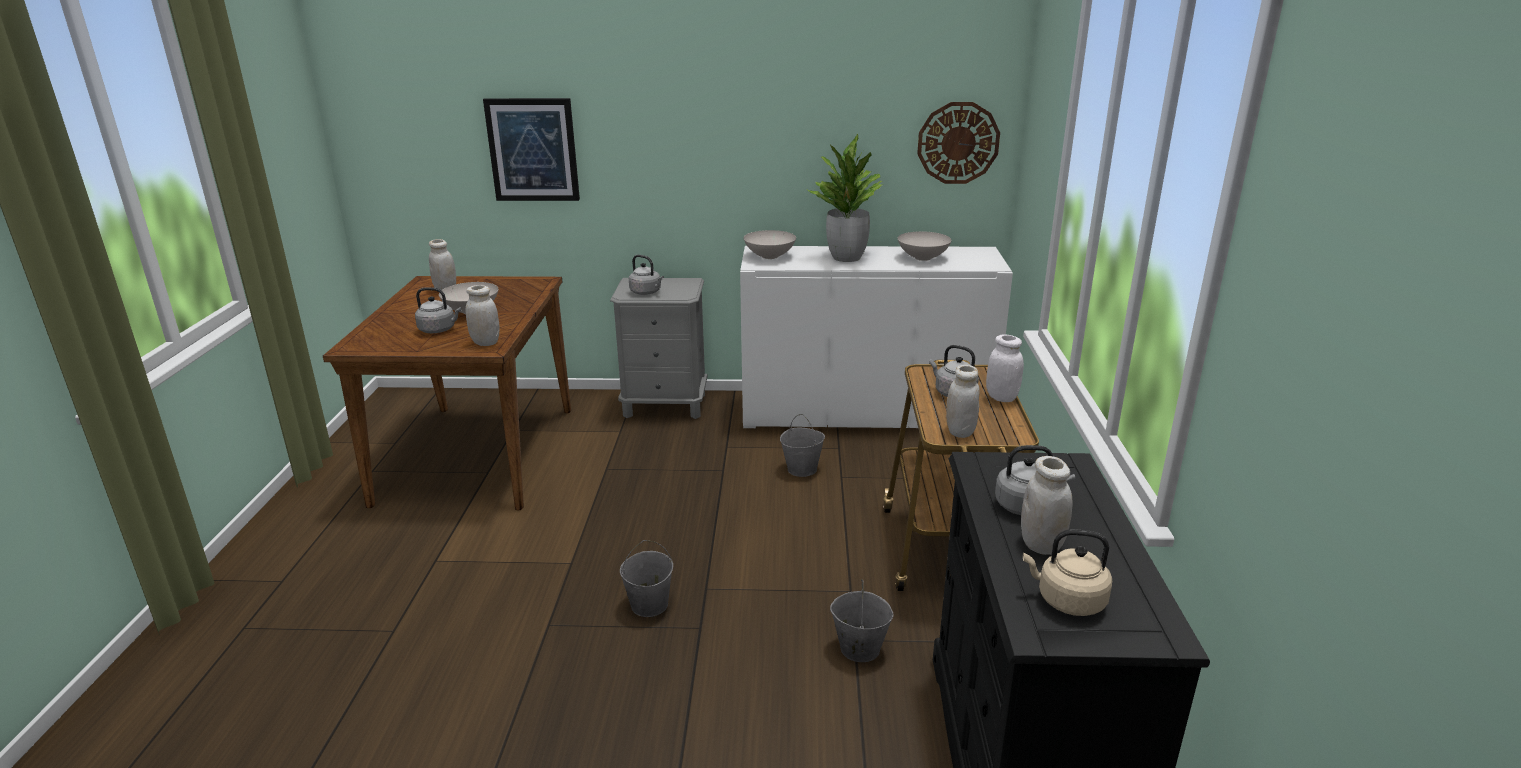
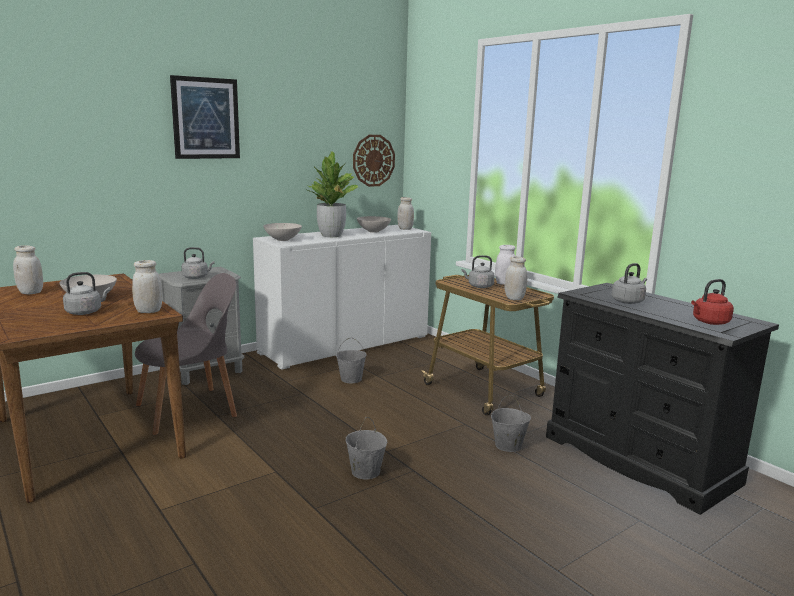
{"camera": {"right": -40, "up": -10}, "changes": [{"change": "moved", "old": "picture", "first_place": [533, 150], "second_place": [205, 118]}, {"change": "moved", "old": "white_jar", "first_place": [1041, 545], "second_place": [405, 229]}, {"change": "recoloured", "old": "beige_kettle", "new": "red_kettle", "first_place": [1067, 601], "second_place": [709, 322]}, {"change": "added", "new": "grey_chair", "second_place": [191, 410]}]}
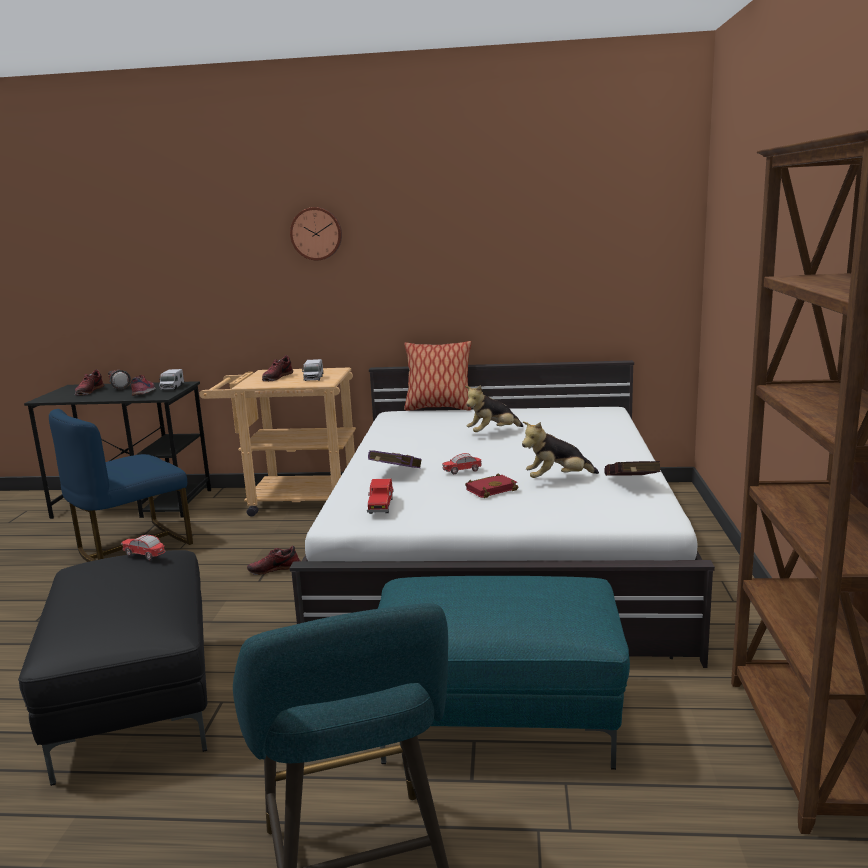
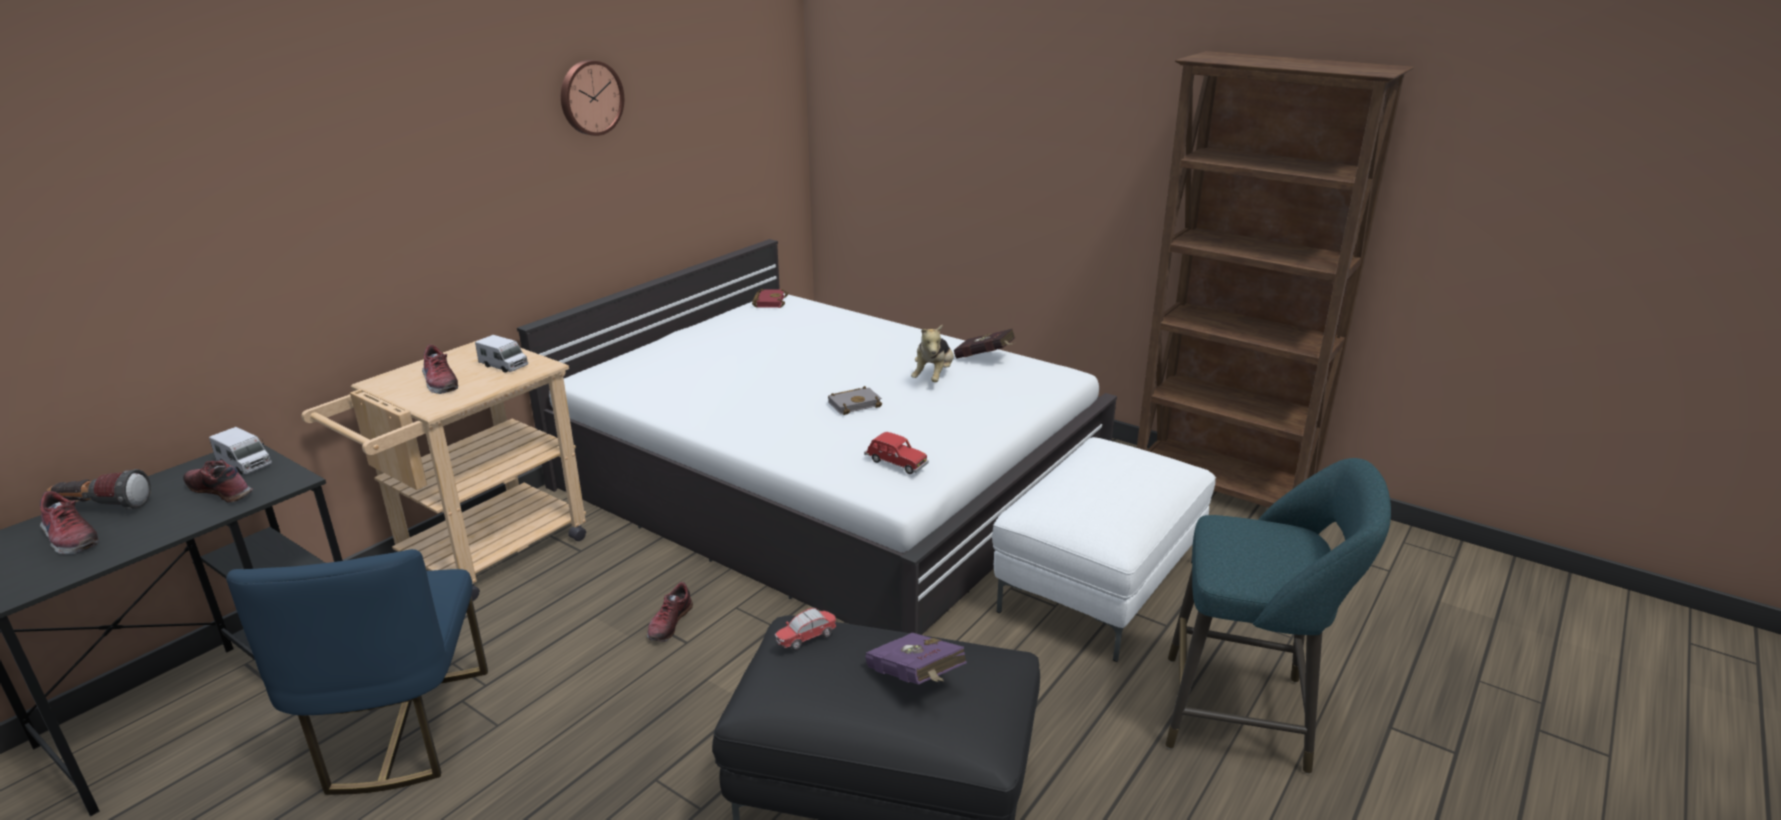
{"camera": {"right": -60, "up": 10}, "changes": [{"change": "moved", "old": "wall_clock", "first_place": [316, 233], "second_place": [590, 97]}, {"change": "removed", "old": "pillow", "first_place": [438, 408]}, {"change": "removed", "old": "plush_toy", "first_place": [492, 433]}, {"change": "moved", "old": "purple_book", "first_place": [394, 474], "second_place": [916, 680]}, {"change": "replaced", "old": "toy_car", "new": "grey_book", "first_place": [462, 471], "second_place": [855, 404]}, {"change": "moved", "old": "red_book", "first_place": [491, 489], "second_place": [769, 301]}, {"change": "recoloured", "old": "turquoise_ottoman", "new": "white_ottoman", "first_place": [498, 718], "second_place": [1098, 585]}]}
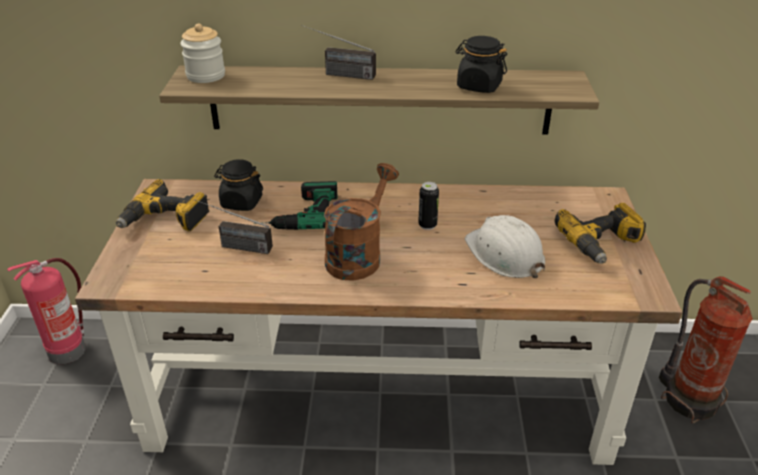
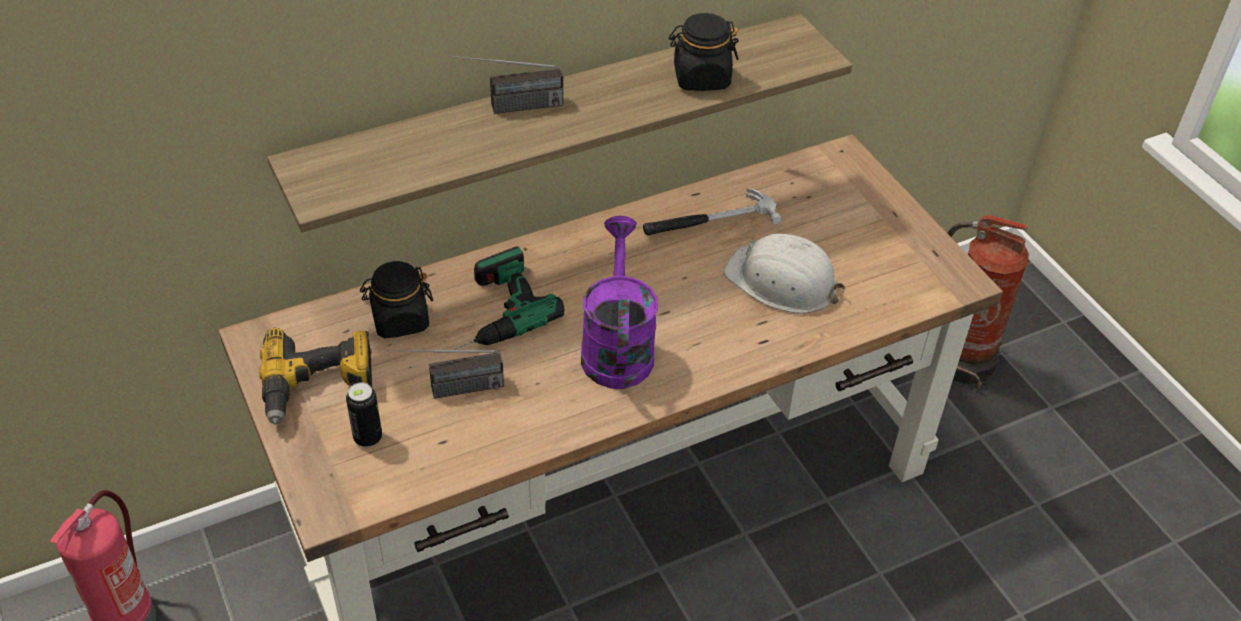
{"camera": {"right": -30, "up": 10}, "changes": [{"change": "removed", "old": "jar", "first_place": [206, 76]}, {"change": "recoloured", "old": "brown_watering_can", "new": "purple_watering_can", "first_place": [358, 255], "second_place": [616, 346]}, {"change": "moved", "old": "can", "first_place": [427, 225], "second_place": [368, 438]}, {"change": "removed", "old": "power_drill", "first_place": [602, 243]}, {"change": "added", "new": "hammer", "second_place": [709, 221]}]}
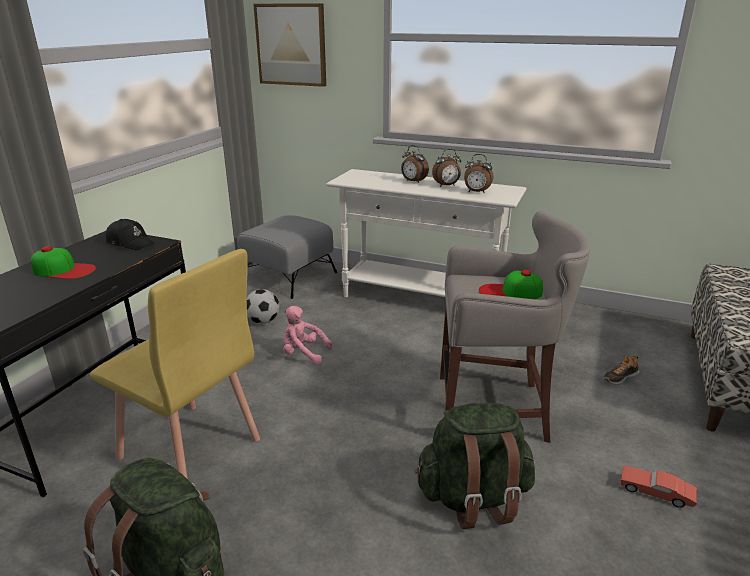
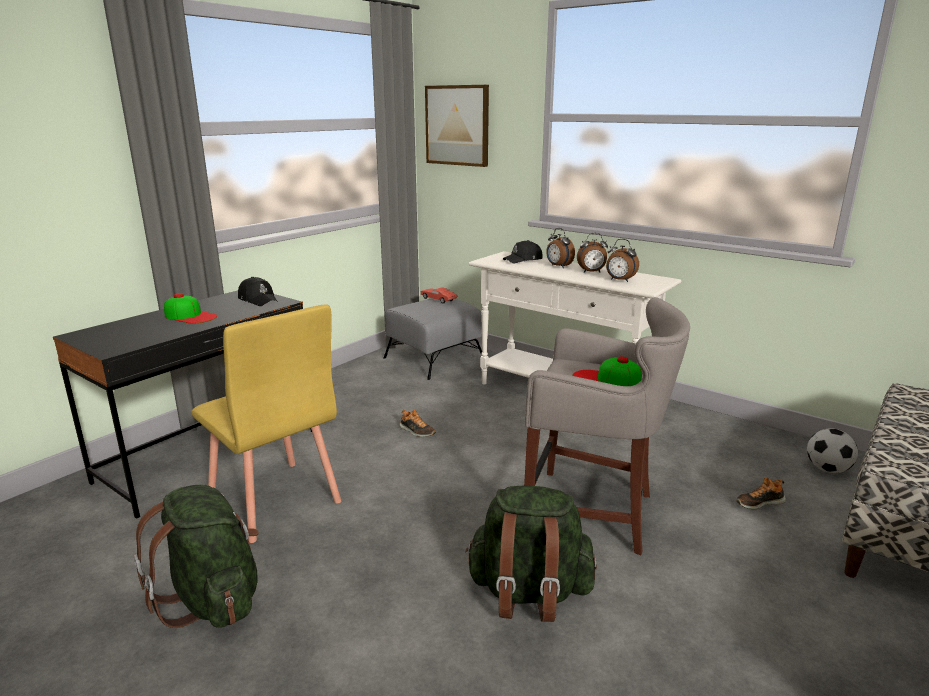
{"camera": {"right": 15, "up": -5}, "changes": [{"change": "moved", "old": "football", "first_place": [263, 321], "second_place": [827, 469]}, {"change": "replaced", "old": "pink_plush_toy", "new": "shoe", "first_place": [303, 353], "second_place": [416, 431]}, {"change": "moved", "old": "red_toy_car", "first_place": [656, 492], "second_place": [438, 300]}, {"change": "added", "new": "black_cap", "second_place": [523, 260]}]}
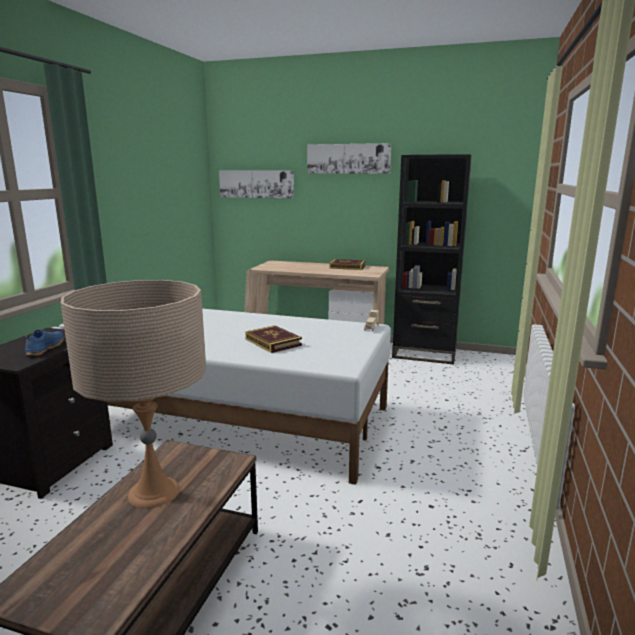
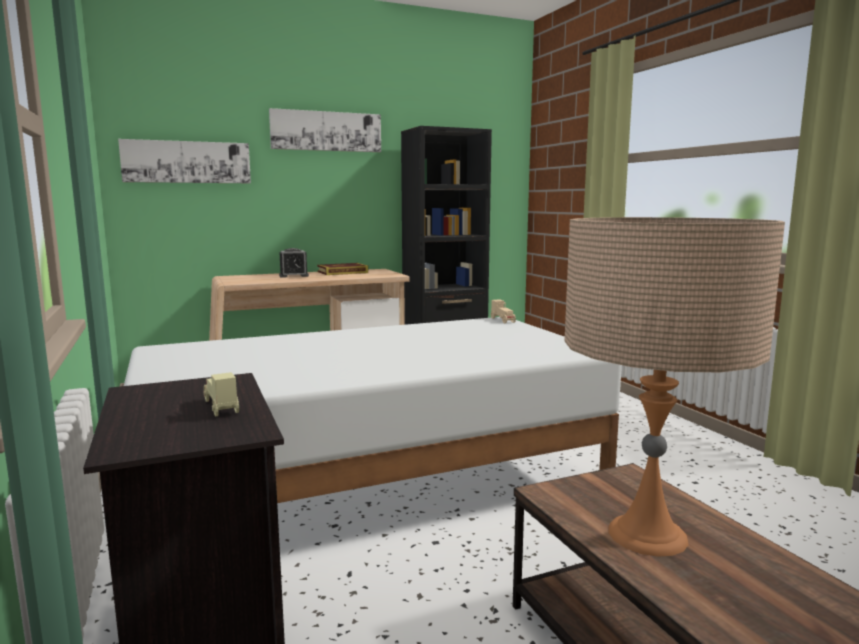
{"camera": {"right": -40, "up": -5}, "changes": [{"change": "removed", "old": "book", "first_place": [273, 342]}, {"change": "replaced", "old": "blue_shoe", "new": "beige_toy_car", "first_place": [44, 349], "second_place": [220, 407]}, {"change": "added", "new": "alarm_clock", "second_place": [293, 275]}]}
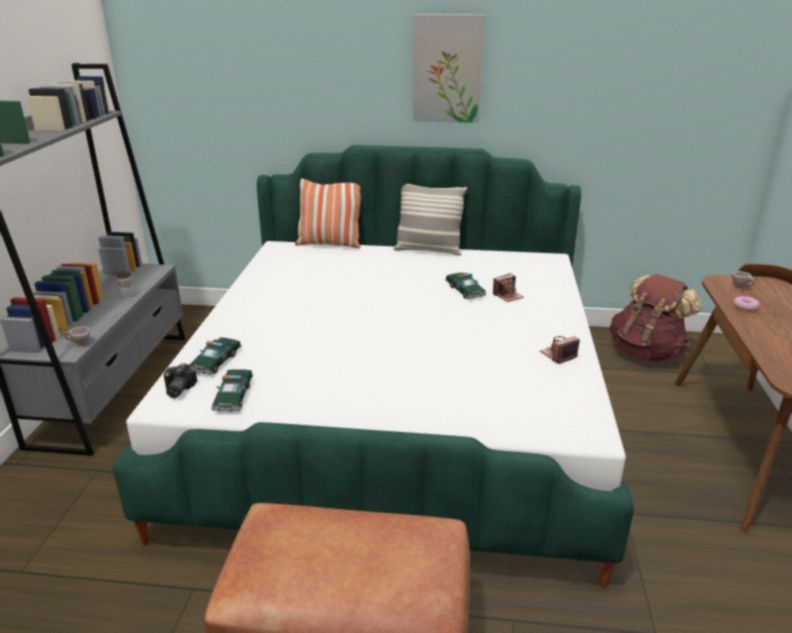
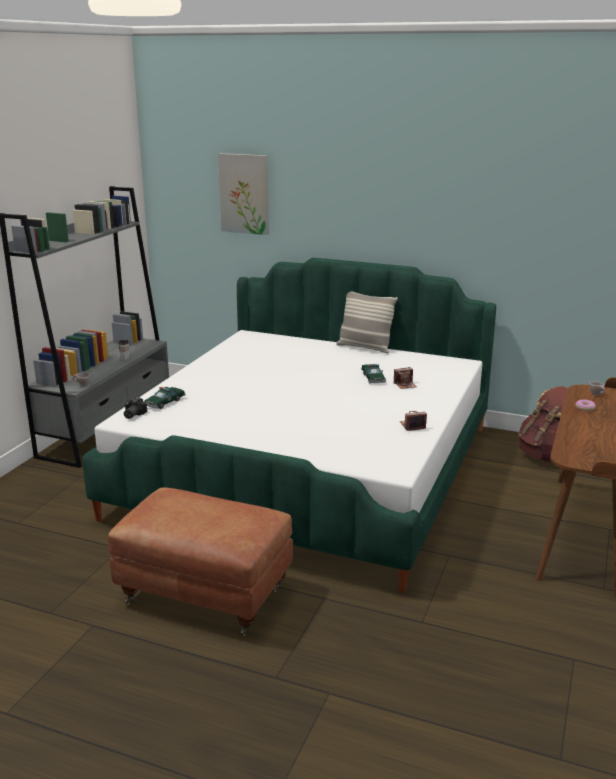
{"camera": {"right": 15, "up": -5}, "changes": [{"change": "moved", "old": "picture", "first_place": [447, 69], "second_place": [244, 194]}, {"change": "removed", "old": "pillow", "first_place": [329, 244]}, {"change": "removed", "old": "toy_car", "first_place": [233, 396]}]}
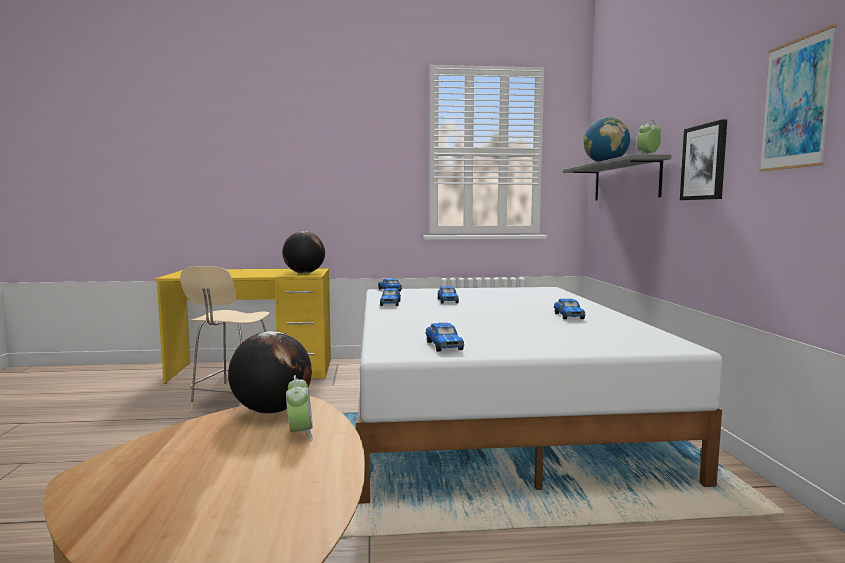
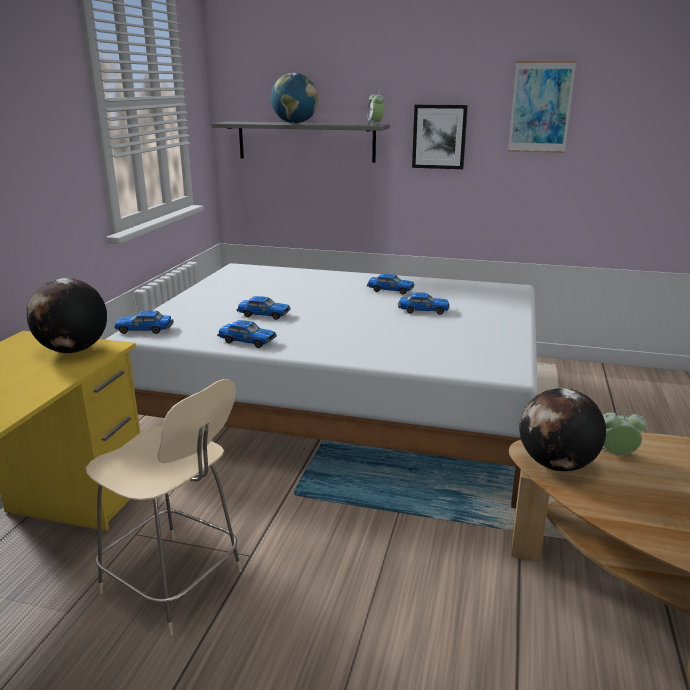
{"camera": {"right": -70, "up": 15}, "changes": [{"change": "moved", "old": "toy_car", "first_place": [443, 345], "second_place": [423, 310]}]}
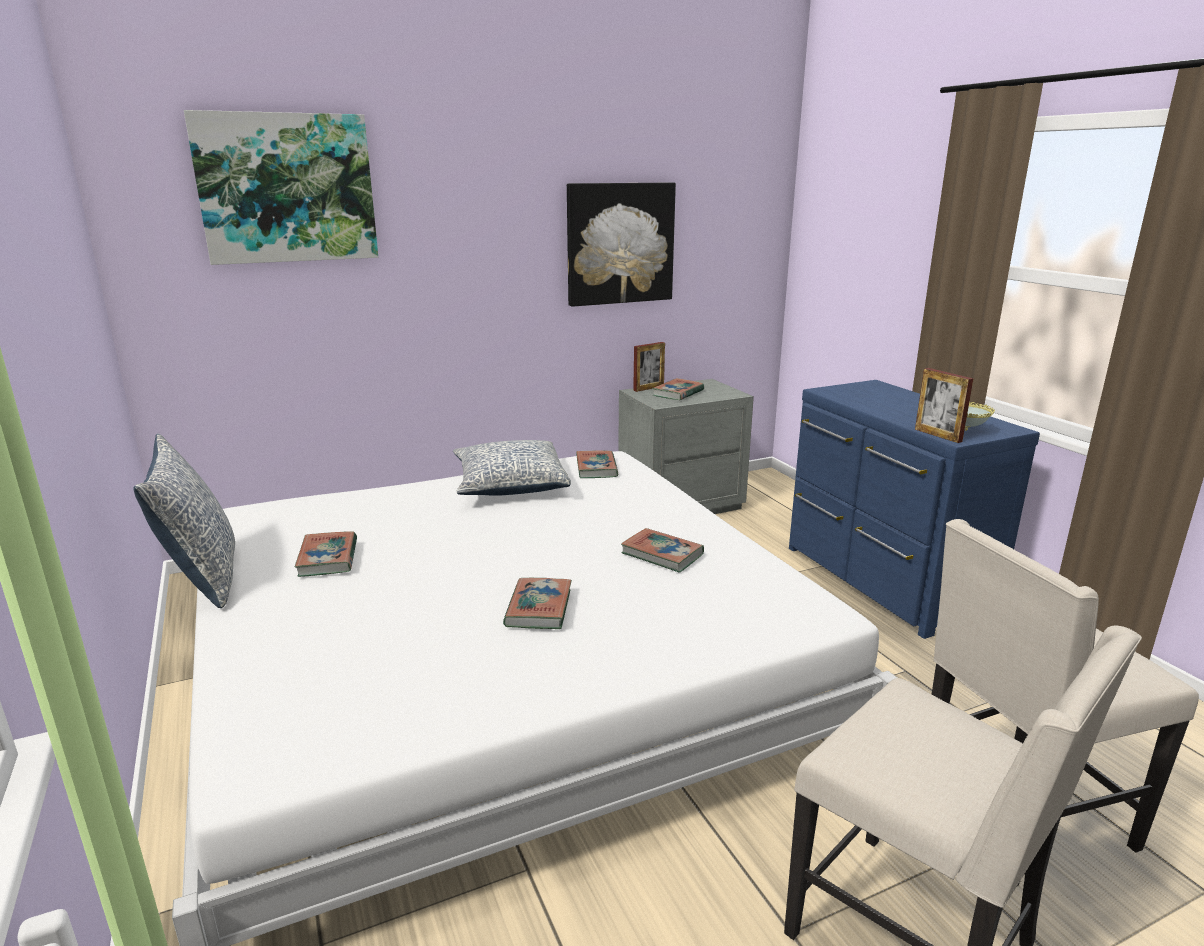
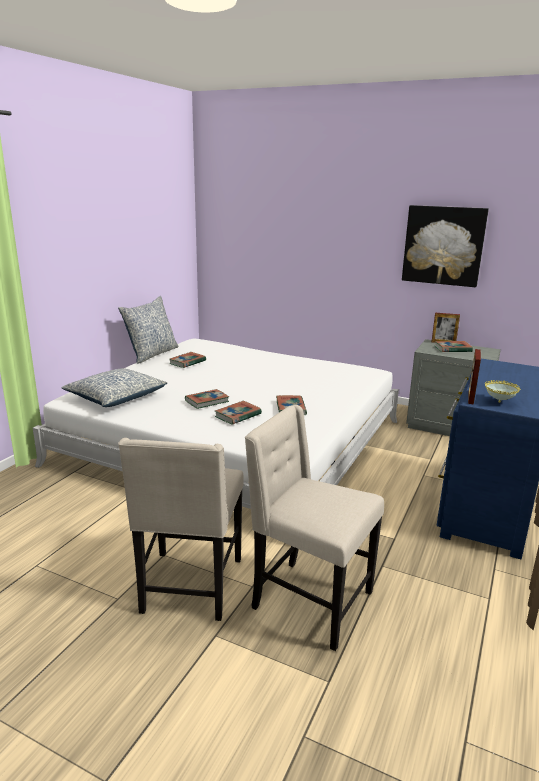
{"camera": {"right": 50, "up": 0}, "changes": [{"change": "removed", "old": "picture", "first_place": [287, 188]}, {"change": "moved", "old": "pillow", "first_place": [509, 484], "second_place": [116, 397]}, {"change": "moved", "old": "book", "first_place": [596, 468], "second_place": [238, 415]}]}
